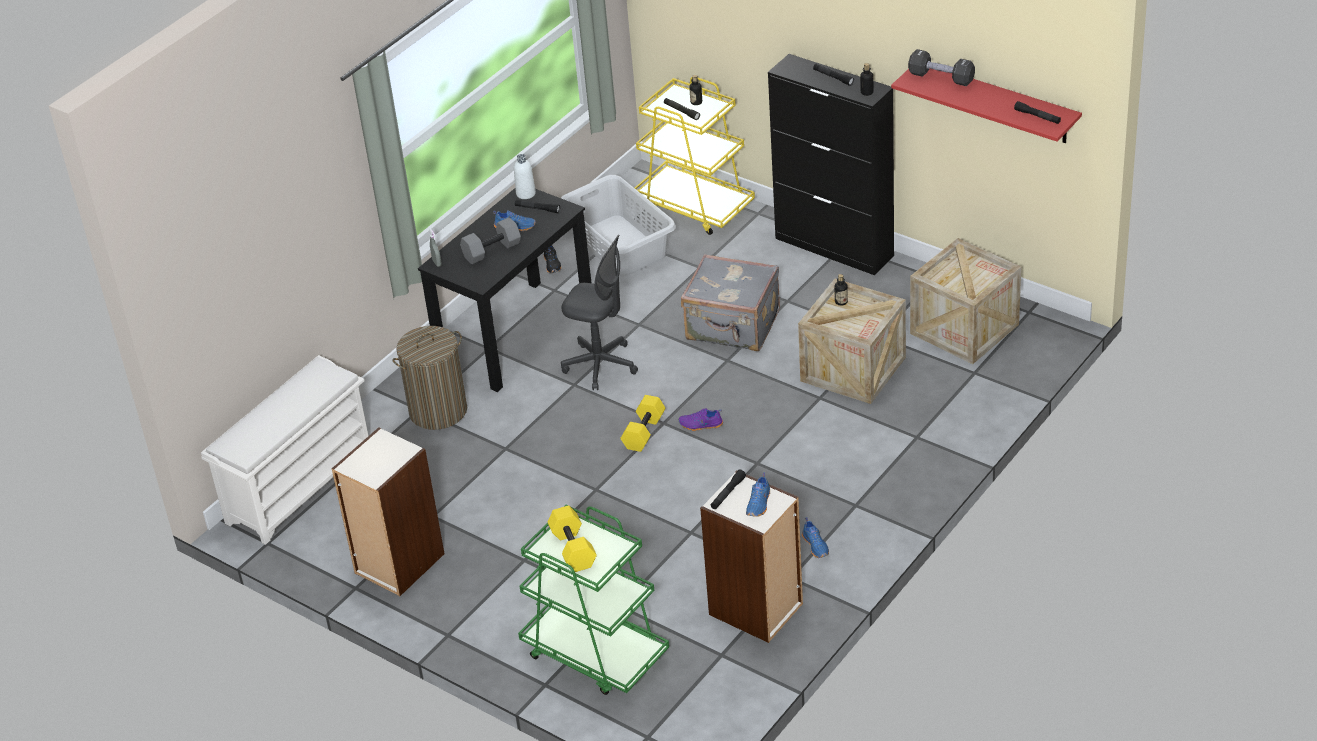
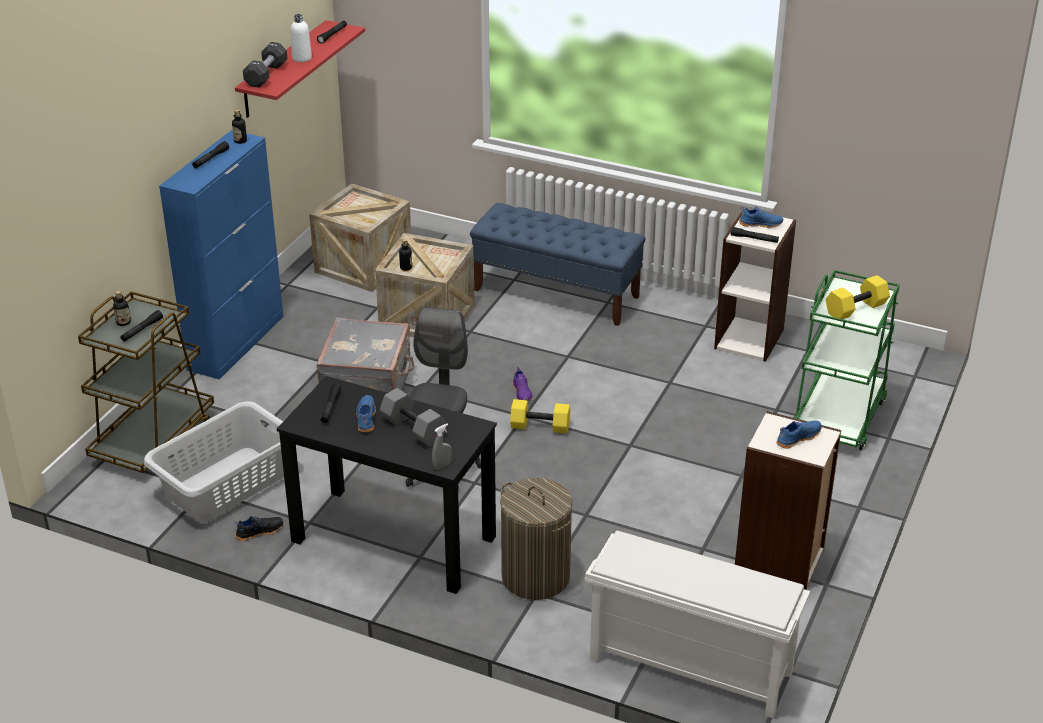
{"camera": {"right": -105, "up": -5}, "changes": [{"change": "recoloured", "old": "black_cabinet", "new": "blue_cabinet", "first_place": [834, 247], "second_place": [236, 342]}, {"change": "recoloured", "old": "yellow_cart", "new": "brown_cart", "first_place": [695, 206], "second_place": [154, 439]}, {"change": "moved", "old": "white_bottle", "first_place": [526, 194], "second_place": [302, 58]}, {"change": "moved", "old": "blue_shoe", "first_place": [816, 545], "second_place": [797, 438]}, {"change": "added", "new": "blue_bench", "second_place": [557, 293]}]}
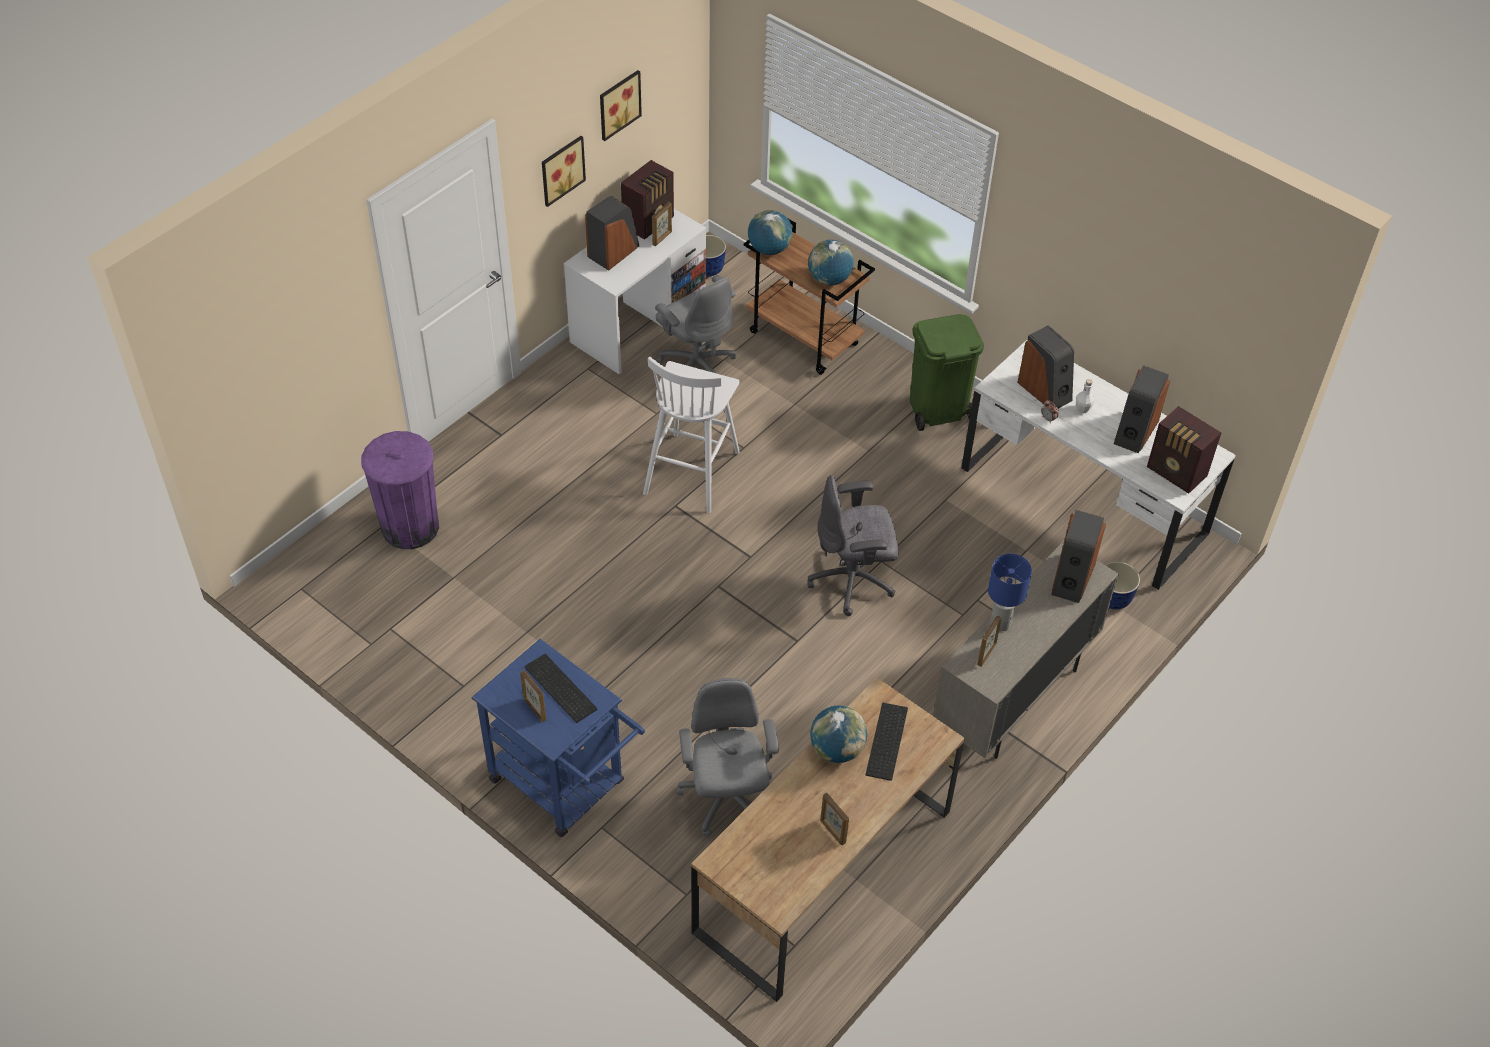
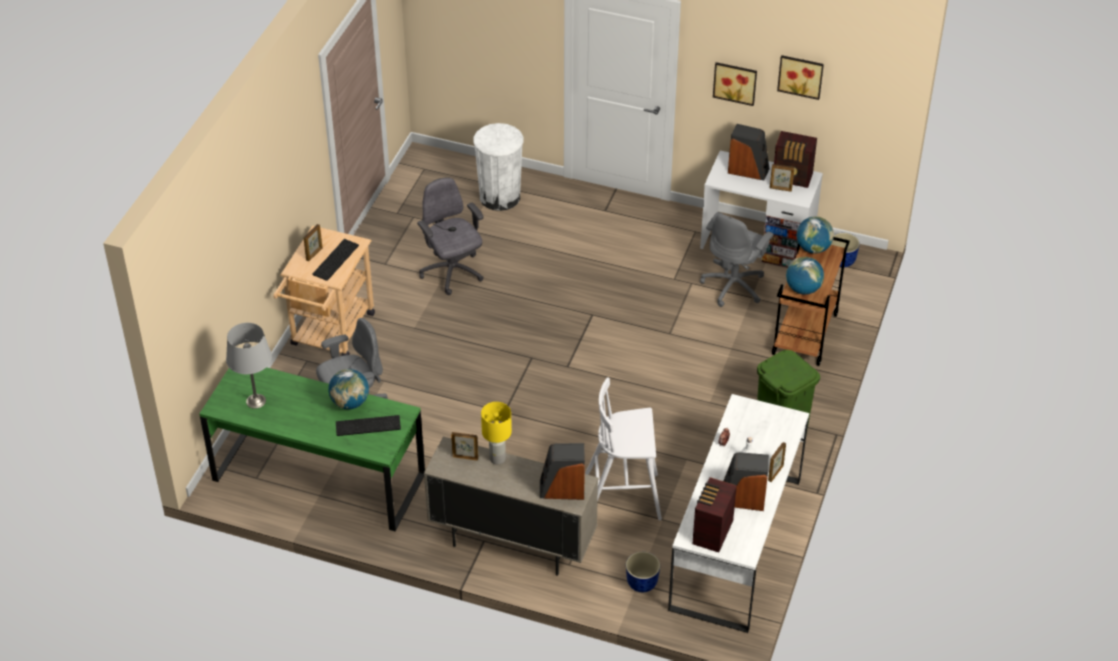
{"camera": {"right": 70, "up": -5}, "changes": [{"change": "removed", "old": "speaker", "first_place": [1045, 390]}, {"change": "moved", "old": "white_stool", "first_place": [692, 471], "second_place": [624, 497]}, {"change": "recoloured", "old": "purple_trash_can", "new": "white_trash_can", "first_place": [410, 527], "second_place": [500, 197]}, {"change": "moved", "old": "grey_office_chair", "first_place": [853, 580], "second_place": [452, 273]}, {"change": "recoloured", "old": "blue_table_lamp", "new": "yellow_table_lamp", "first_place": [1001, 623], "second_place": [497, 459]}, {"change": "recoloured", "old": "blue_cart", "new": "beige_cart", "first_place": [565, 786], "second_place": [330, 334]}, {"change": "recoloured", "old": "brown_desk", "new": "green_desk", "first_place": [823, 871], "second_place": [319, 477]}, {"change": "moved", "old": "picture_frame", "first_place": [832, 831], "second_place": [775, 473]}, {"change": "added", "new": "grey_table_lamp", "second_place": [256, 401]}]}
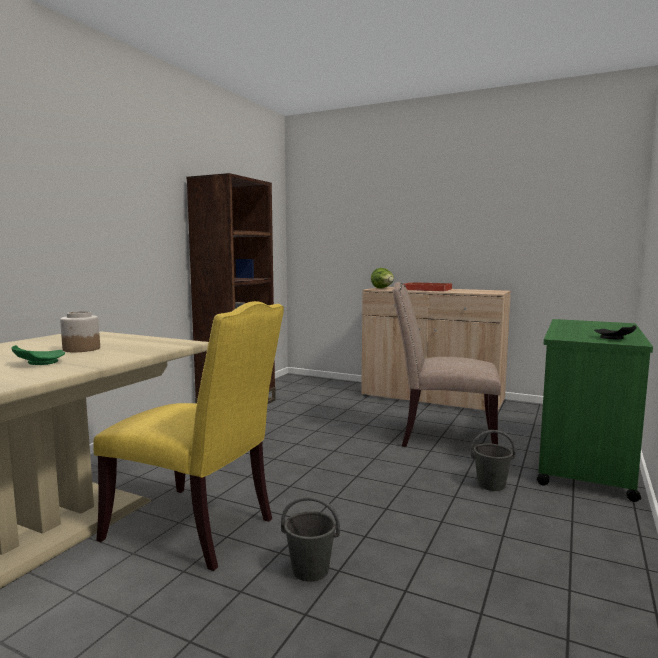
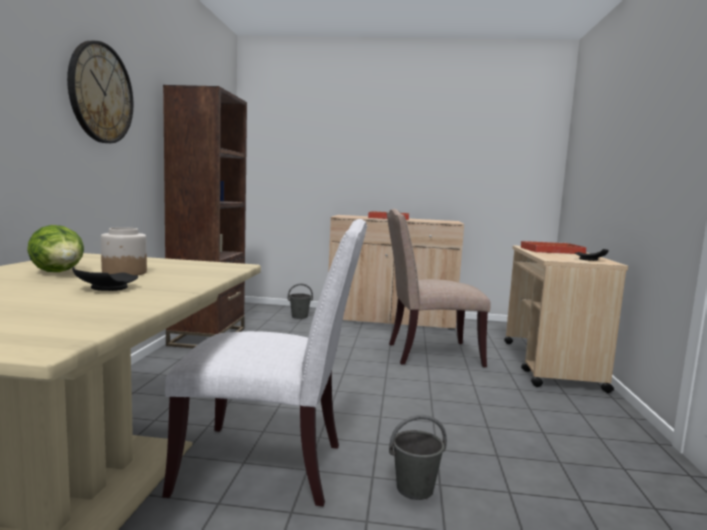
{"camera": {"right": -20, "up": 0}, "changes": [{"change": "moved", "old": "lettuce", "first_place": [383, 288], "second_place": [59, 273]}, {"change": "recoloured", "old": "yellow_chair", "new": "white_chair", "first_place": [197, 529], "second_place": [269, 466]}, {"change": "recoloured", "old": "green_cart", "new": "beige_cart", "first_place": [585, 462], "second_place": [550, 365]}, {"change": "recoloured", "old": "green_plate", "new": "black_plate", "first_place": [38, 363], "second_place": [105, 289]}, {"change": "moved", "old": "grey_bucket", "first_place": [491, 485], "second_place": [300, 316]}, {"change": "added", "new": "wall_clock", "second_place": [101, 93]}, {"change": "added", "new": "red_tray", "second_place": [550, 250]}]}
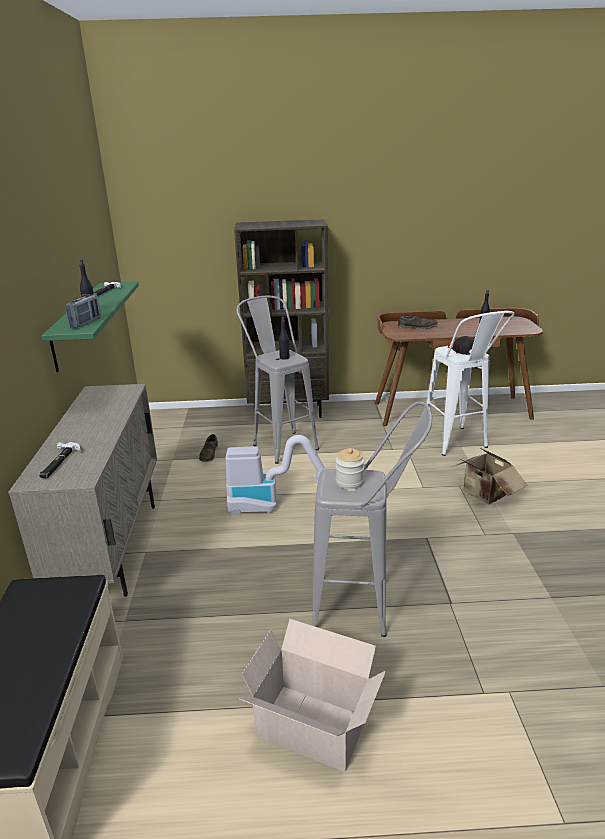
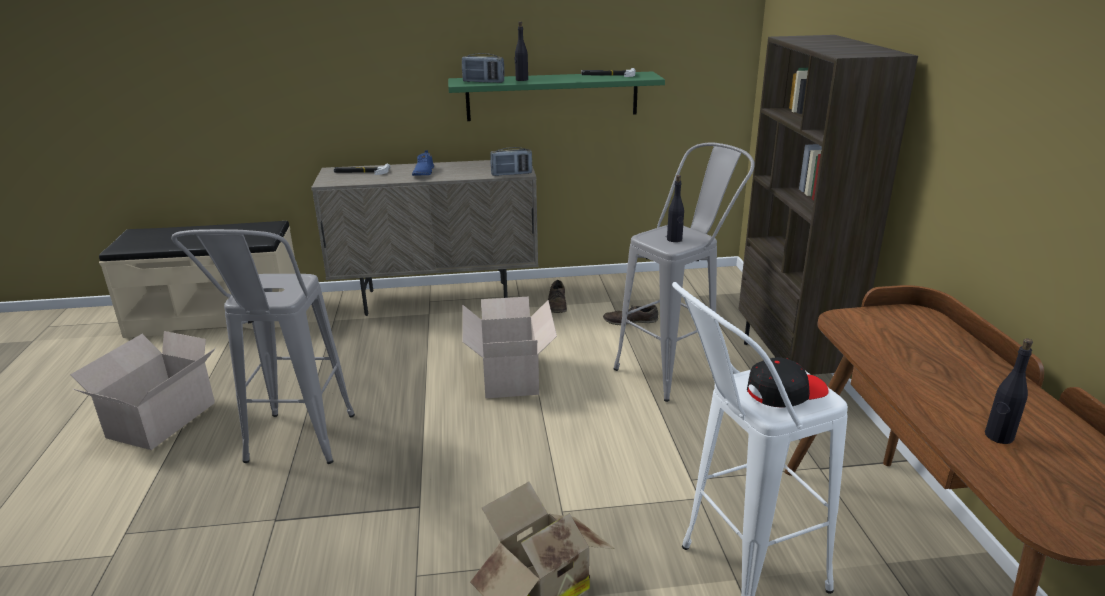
{"camera": {"right": 85, "up": 0}, "changes": [{"change": "moved", "old": "brown_shoe", "first_place": [417, 326], "second_place": [557, 304]}, {"change": "replaced", "old": "vacuum_cleaner", "new": "cardboard_box", "first_place": [271, 505], "second_place": [510, 374]}, {"change": "removed", "old": "jar", "first_place": [349, 482]}, {"change": "added", "new": "radio", "second_place": [511, 174]}, {"change": "added", "new": "blue_shoe", "second_place": [423, 172]}]}
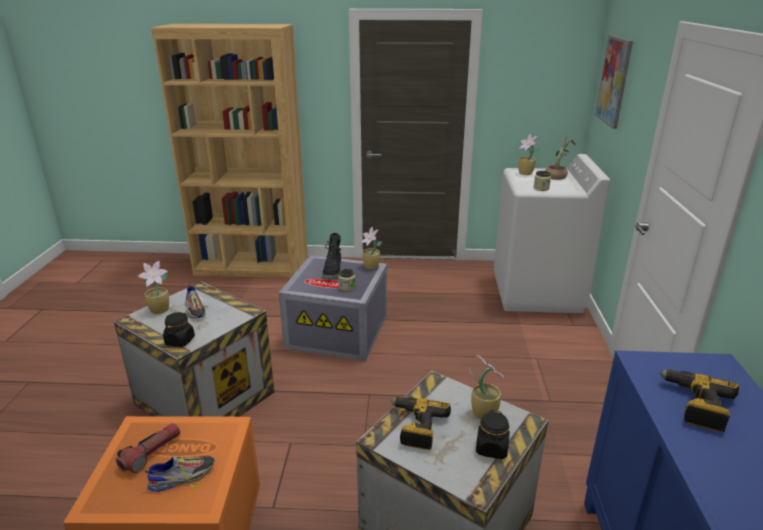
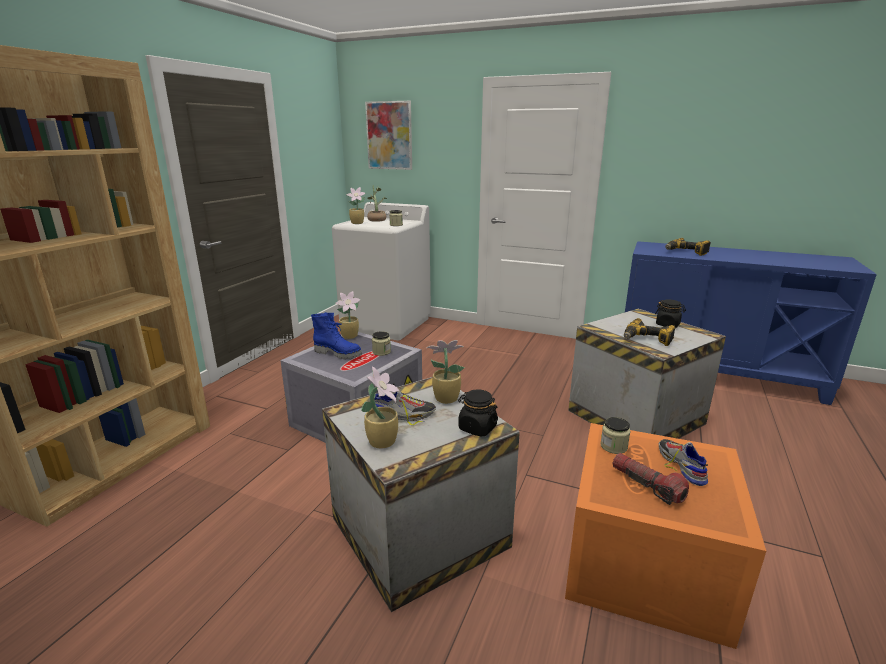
{"camera": {"right": -70, "up": -5}, "changes": [{"change": "recoloured", "old": "black_boot", "new": "blue_boot", "first_place": [333, 271], "second_place": [338, 353]}, {"change": "moved", "old": "potted_plant", "first_place": [483, 412], "second_place": [445, 398]}, {"change": "added", "new": "jar", "second_place": [613, 446]}]}
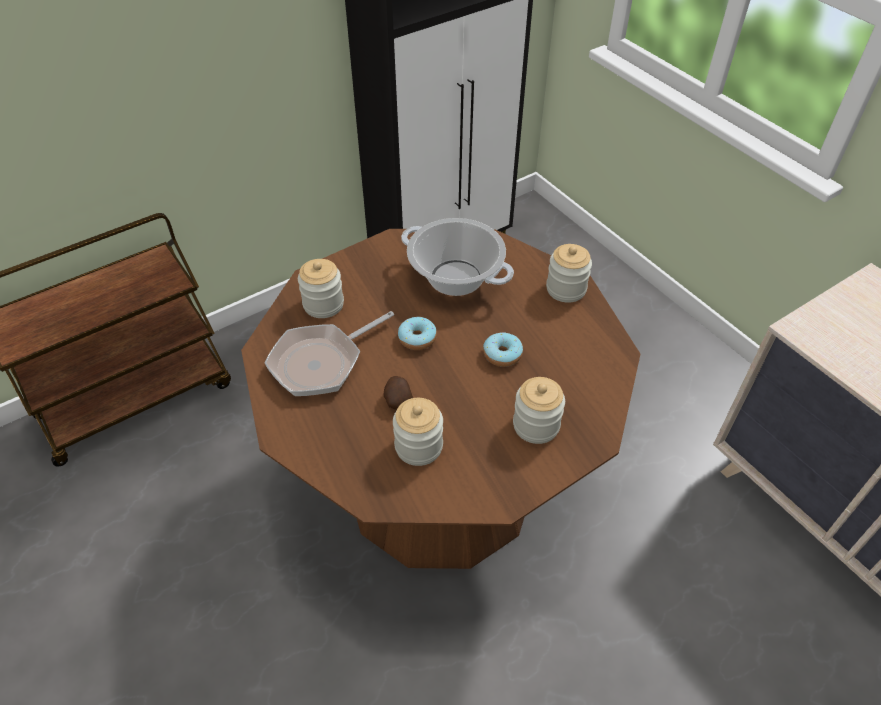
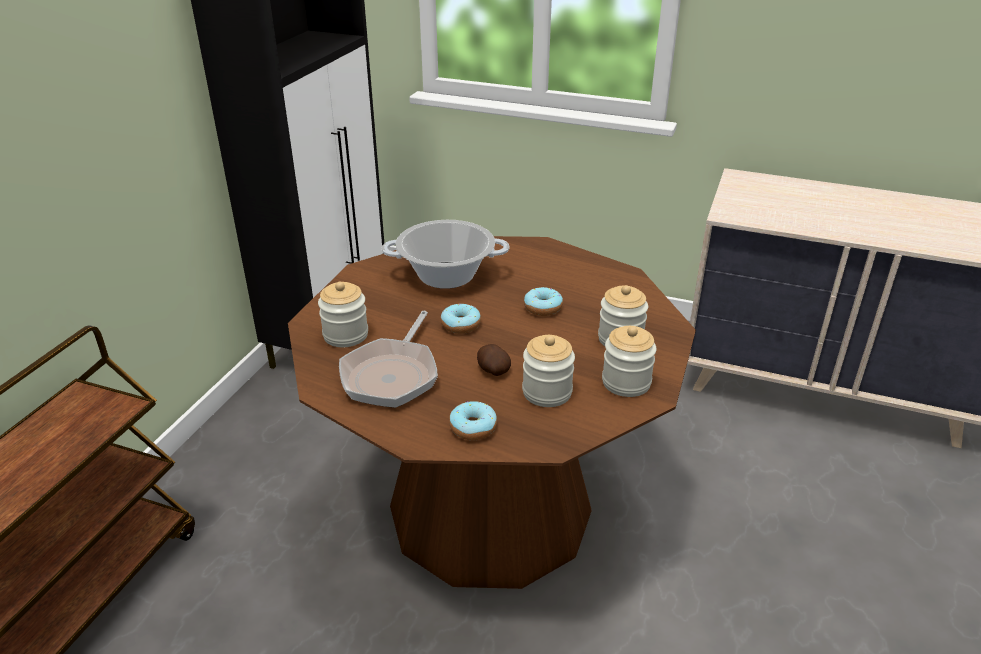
{"camera": {"right": -35, "up": -15}, "changes": [{"change": "moved", "old": "jar", "first_place": [566, 289], "second_place": [626, 382]}, {"change": "added", "new": "donut", "second_place": [473, 428]}]}
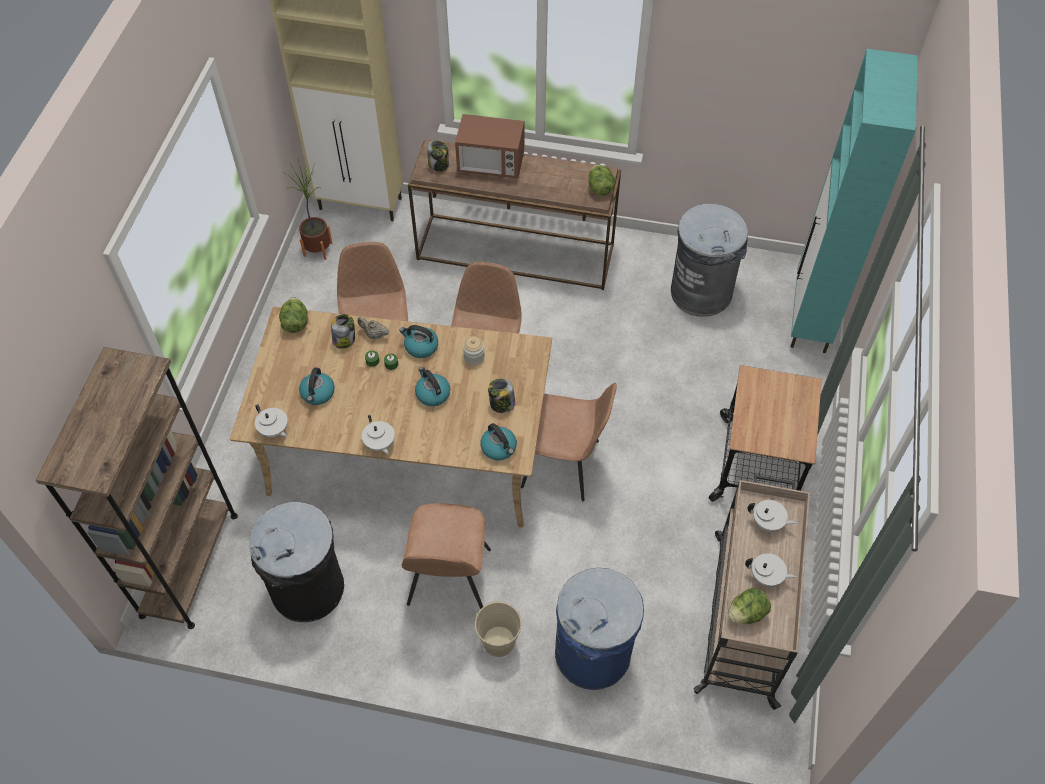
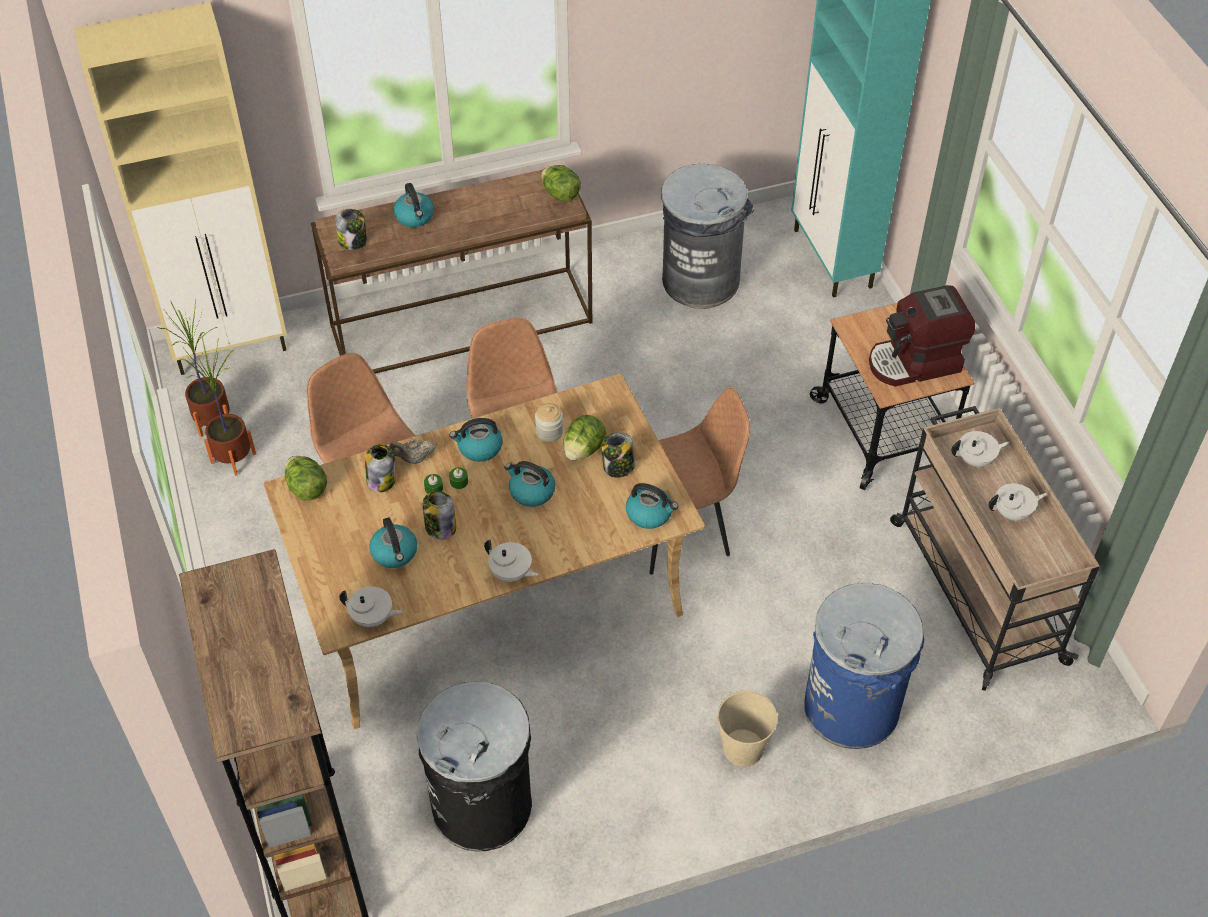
{"camera": {"right": -30, "up": -5}, "changes": [{"change": "replaced", "old": "microwave", "new": "kettle", "first_place": [490, 164], "second_place": [415, 217]}, {"change": "removed", "old": "brown_chair", "first_place": [448, 579]}, {"change": "moved", "old": "lettuce", "first_place": [747, 613], "second_place": [583, 449]}, {"change": "added", "new": "coffee_machine", "second_place": [915, 363]}, {"change": "added", "new": "potted_plant", "second_place": [233, 458]}, {"change": "added", "new": "jar", "second_place": [440, 527]}]}
